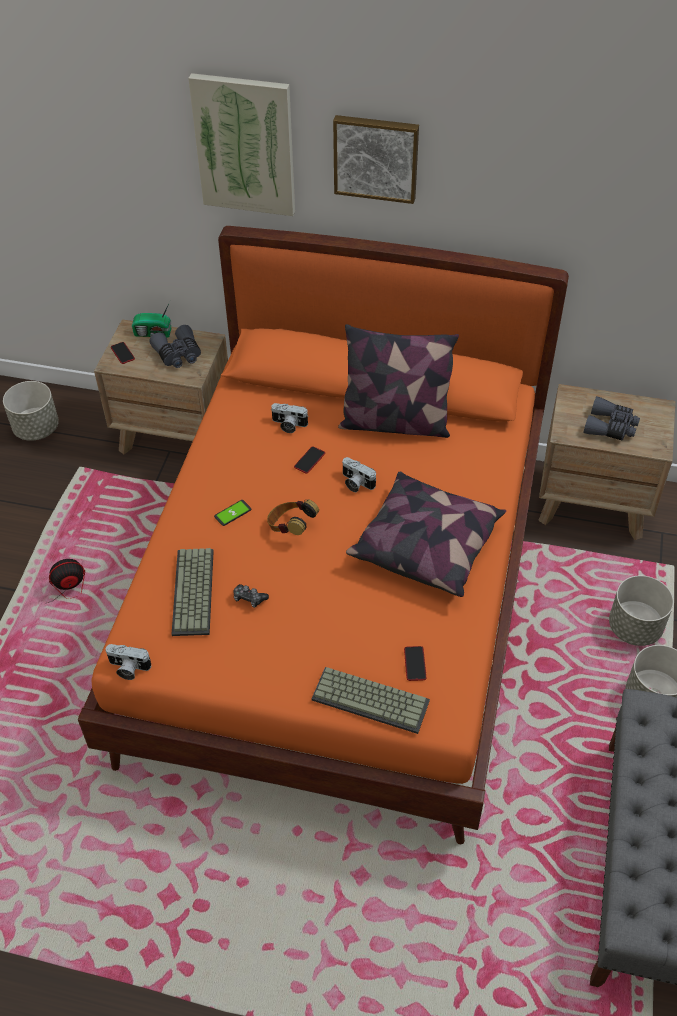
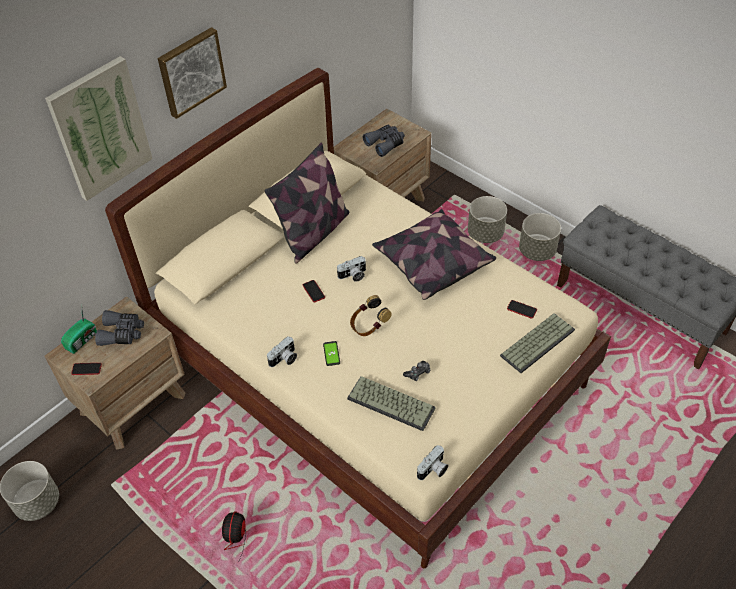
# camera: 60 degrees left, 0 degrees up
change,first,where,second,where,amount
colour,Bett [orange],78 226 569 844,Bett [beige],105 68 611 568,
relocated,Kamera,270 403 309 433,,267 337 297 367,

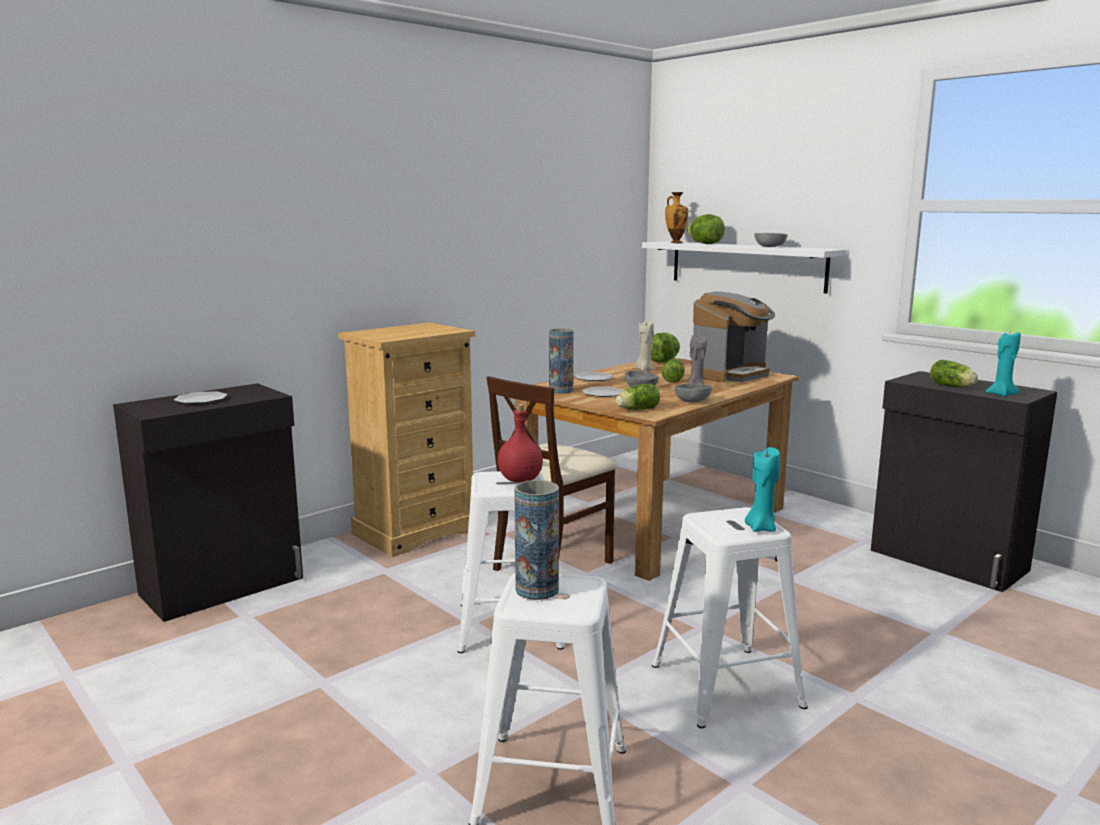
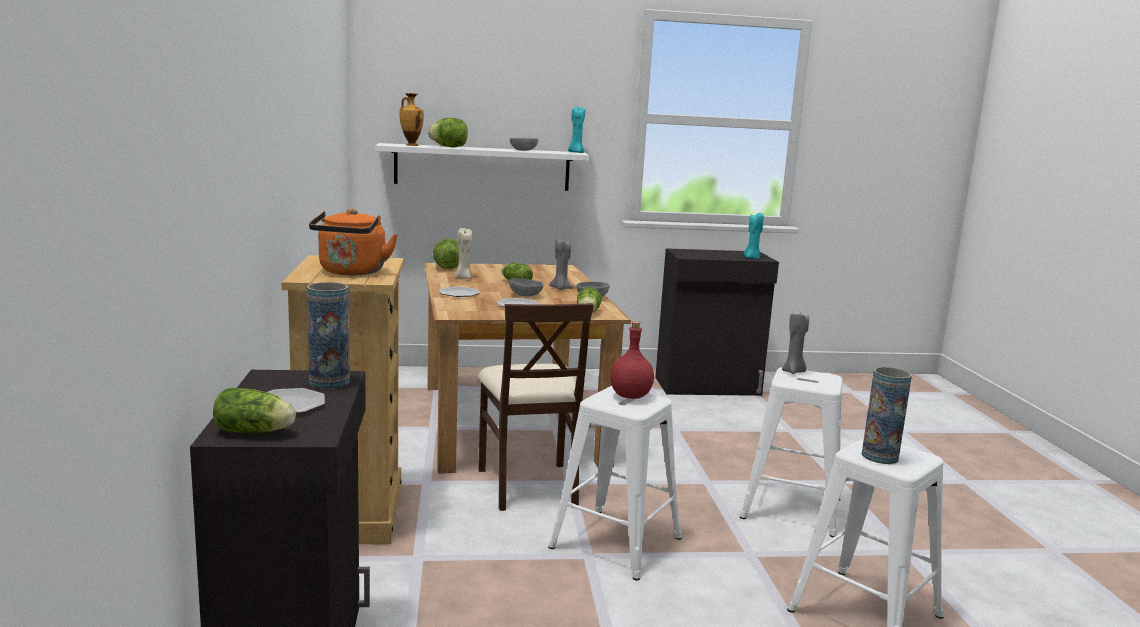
# camera: 55 degrees left, 0 degrees up
change,first,where,second,where,amount
relocated,Vase,549 329 573 394,,307 282 350 389,
missing,Kaffeemaschine,693 291 775 382,,,
relocated,Kerze [türkis],745 447 780 532,,568 107 585 153,
relocated,Salatkopf,930 360 978 387,,213 387 296 433,
appeared,,,Wasserkessel [orange],309 209 398 275,
appeared,,,Kerze [grau],782 311 809 374,

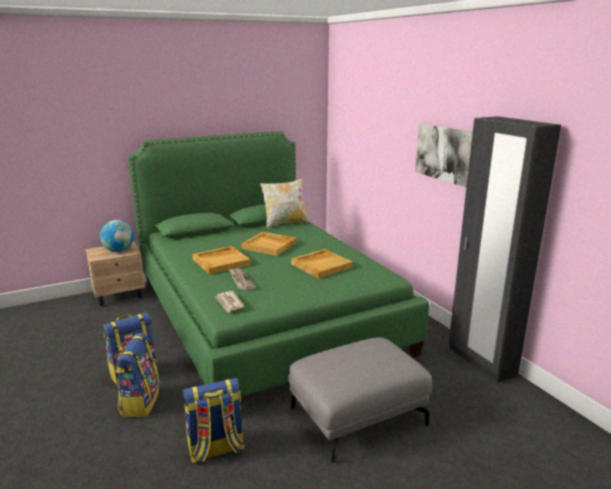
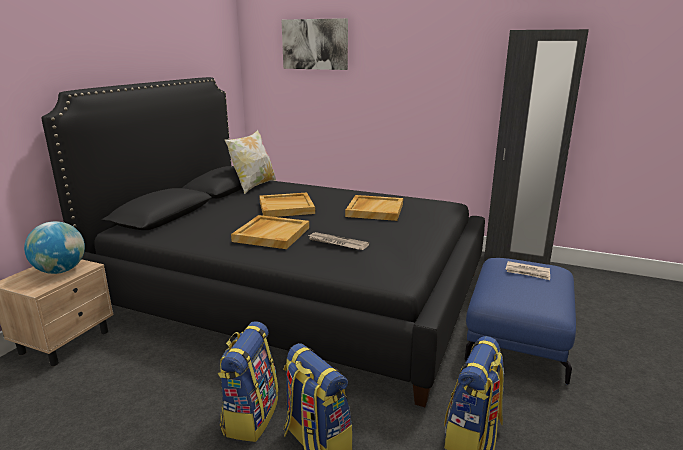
# camera: 40 degrees left, 0 degrees up
change,first,where,second,where,amount
colour,Bett [grün],128 131 429 397,Bett [schwarz],41 77 485 407,
relocated,Zeitung,216 291 244 313,,505 261 550 280,
colour,Polsterhocker [grau],288 337 432 463,Polsterhocker [blau],465 258 576 385,
relocated,Bild,415 123 473 187,,282 18 348 70,

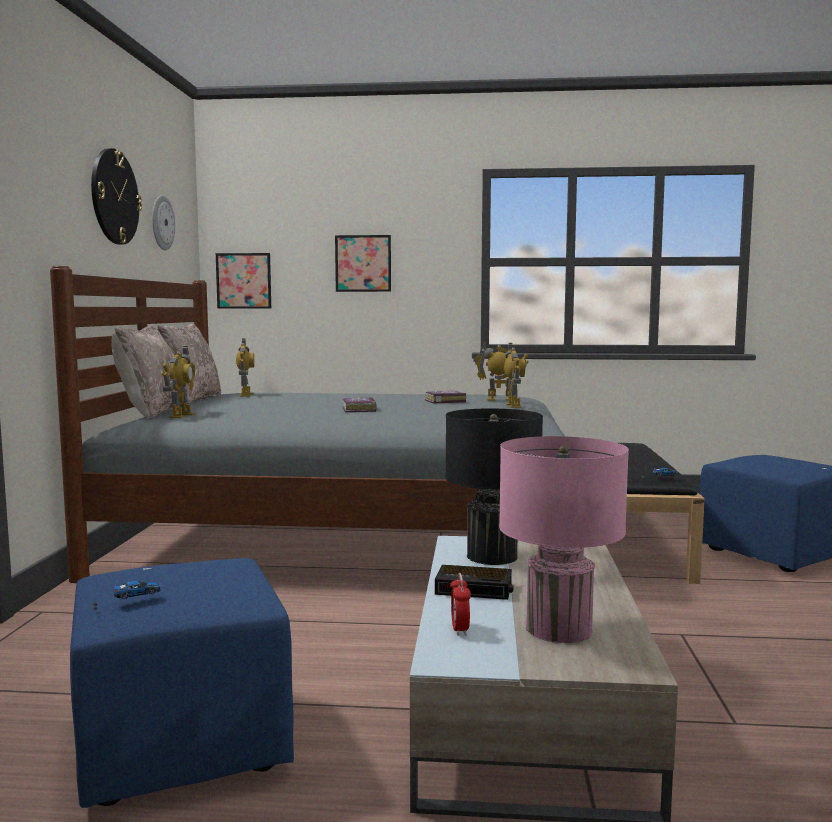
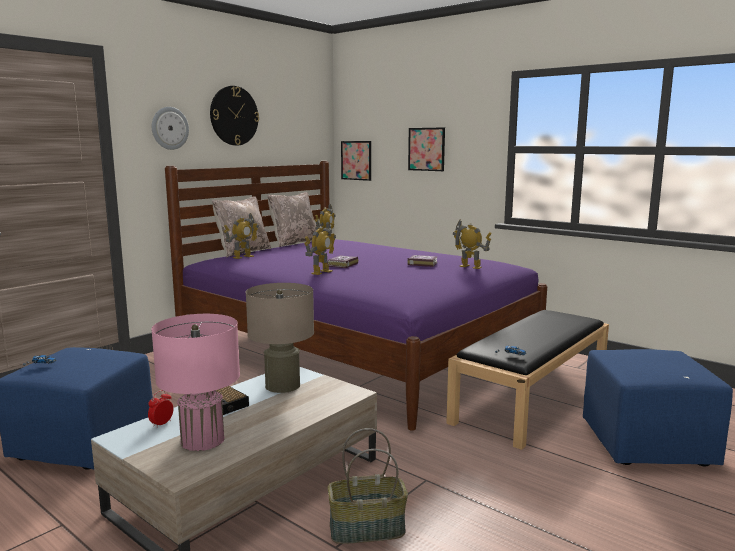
# camera: 35 degrees right, 5 degrees up
change,first,where,second,where,amount
colour,Bett [grau],50 266 565 583,Bett [lila],165 161 547 431,
relocated,Wanduhr,152 195 175 250,,152 107 189 150,
colour,Tischlampe [schwarz],445 409 543 565,Tischlampe [beige],246 283 314 393,
relocated,Spielzeugroboter,504 343 525 408,,304 222 336 275,
appeared,,,Korb,327 428 408 544,

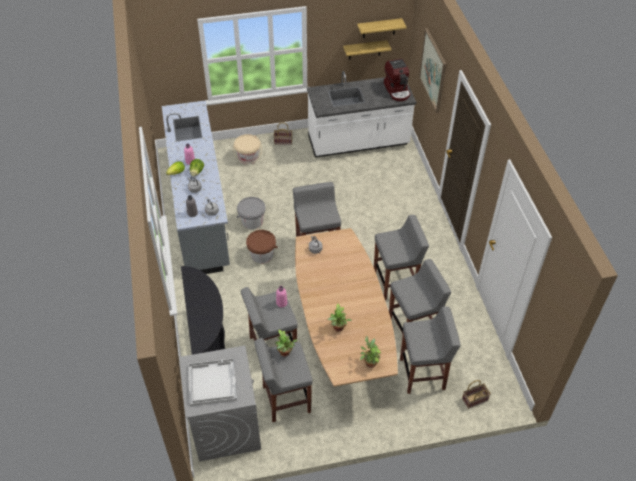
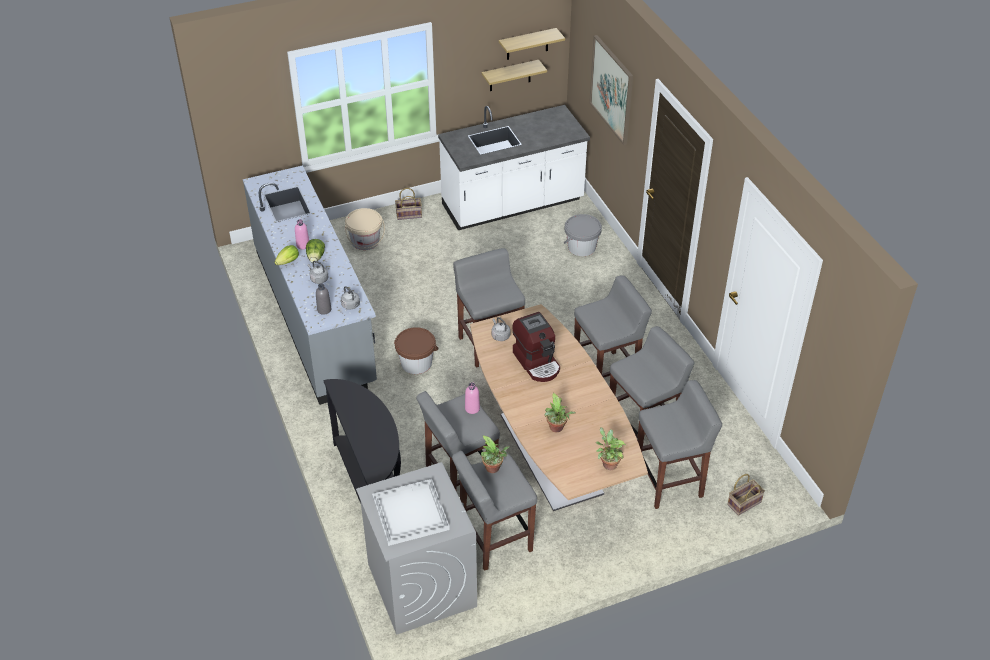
# camera: 10 degrees left, 5 degrees down
change,first,where,second,where,amount
relocated,Eimer [grau],237 197 266 229,,564 214 602 256,
relocated,Kaffeemaschine,384 58 411 101,,512 312 560 382,

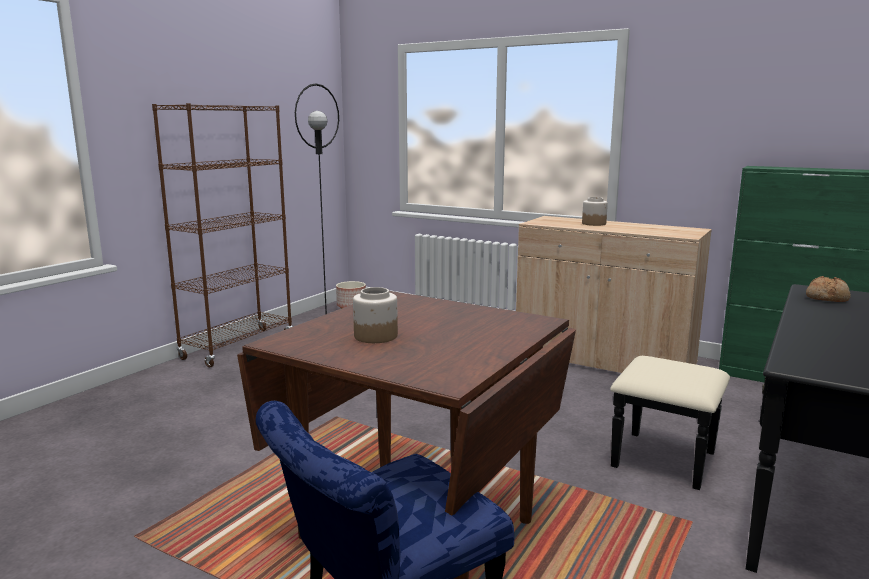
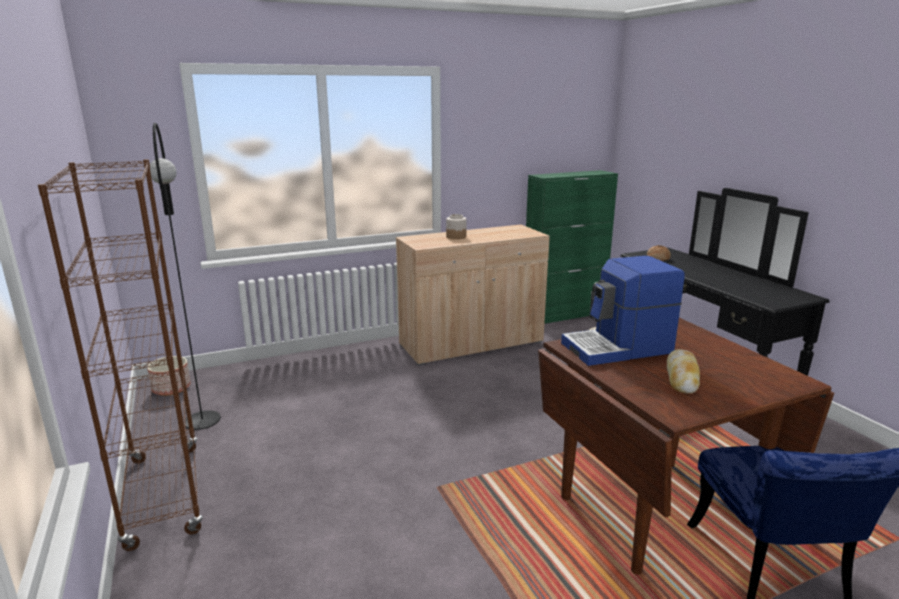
# camera: 55 degrees left, 5 degrees up
change,first,where,second,where,amount
exchanged,Vorratsglas,353 287 398 343,Brot,667 349 700 394,
appeared,,,Kaffeemaschine,561 256 684 366,

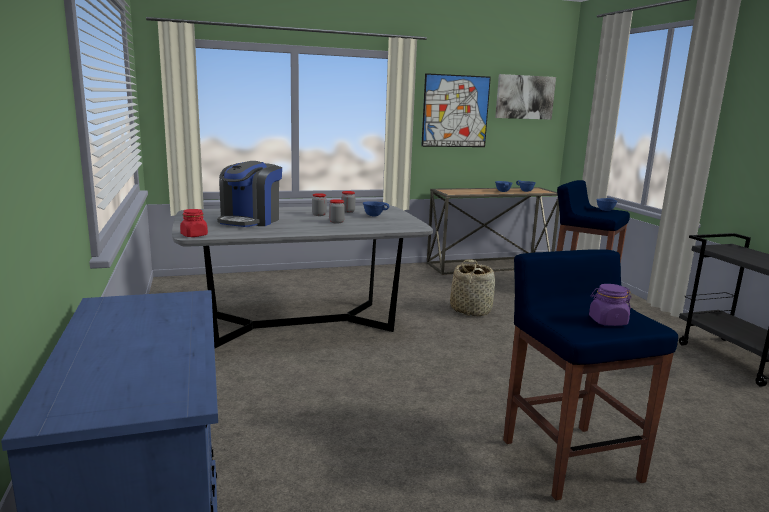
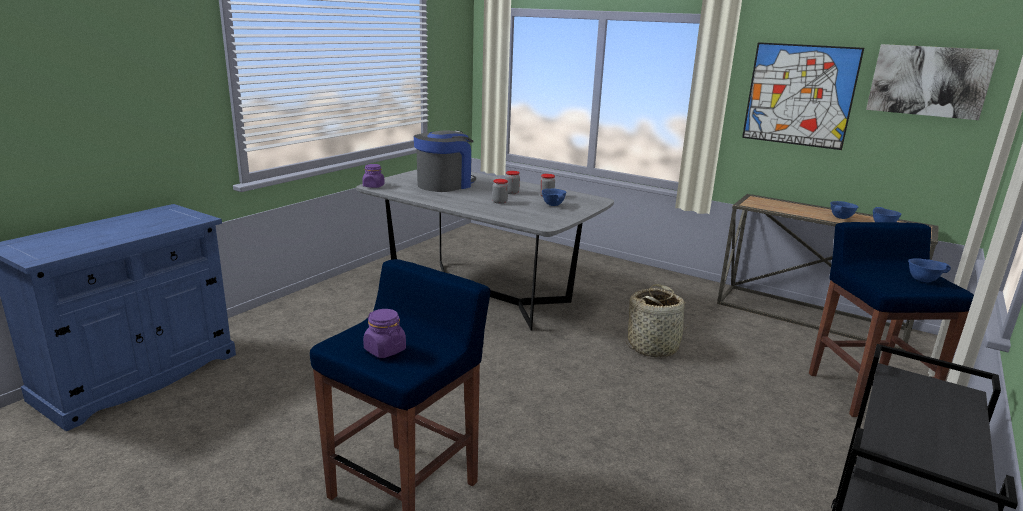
# camera: 50 degrees right, 5 degrees up
change,first,where,second,where,amount
colour,Vorratsglas [rot],180 209 208 237,Vorratsglas [lila],362 164 385 188,
spun,Kaffeemaschine,217 161 282 227,,414 130 476 192,150 degrees clockwise

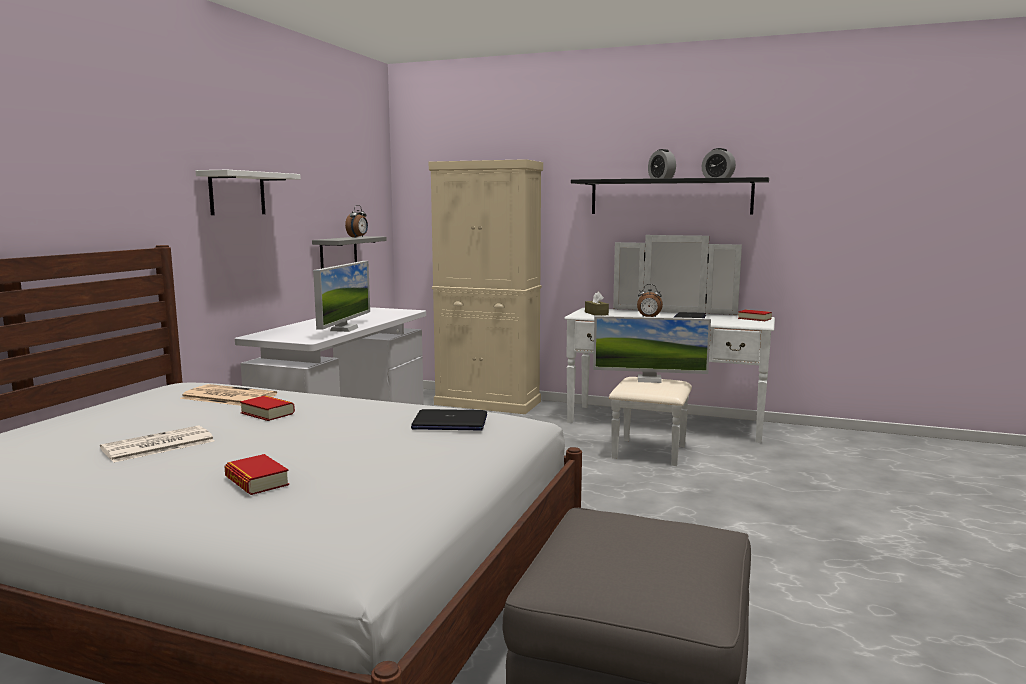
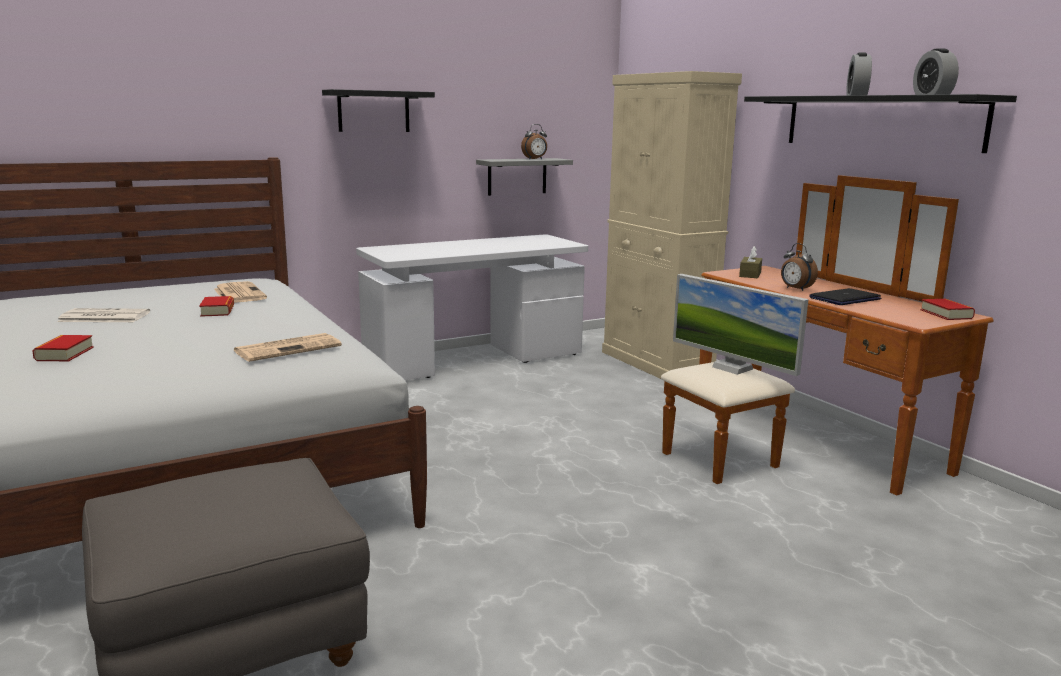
# camera: 40 degrees right, 5 degrees up
change,first,where,second,where,amount
colour,Wandregal [weiß],196 170 301 215,Wandregal [schwarz],322 89 435 132,
missing,Monitor,313 261 370 332,,,
exchanged,Laptop,411 409 487 430,Zeitung,234 333 342 362,
colour,Kommode [weiß],564 235 775 466,Kommode [braun],661 175 993 496,

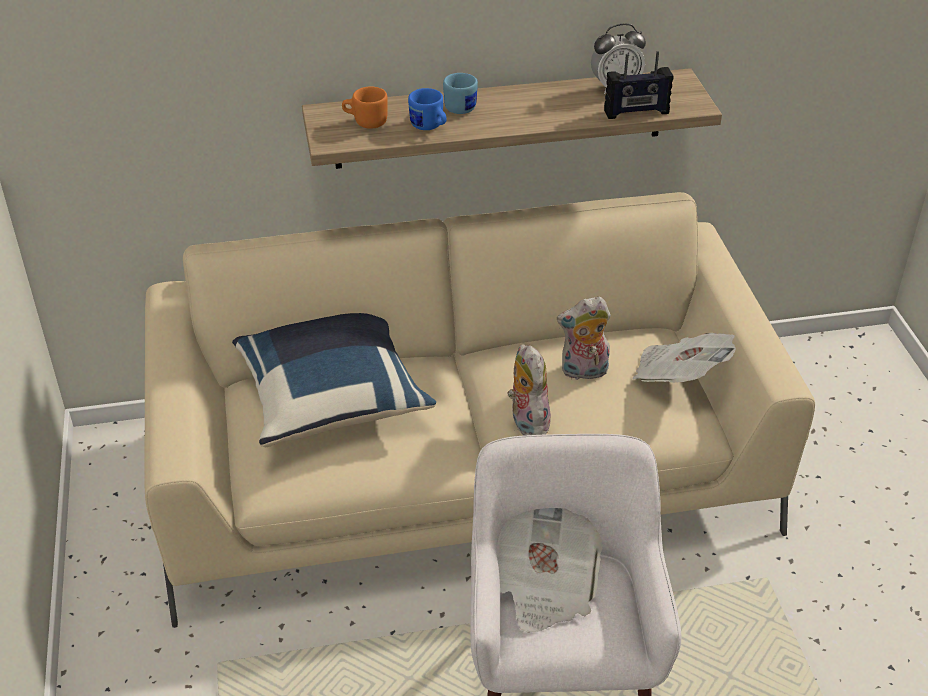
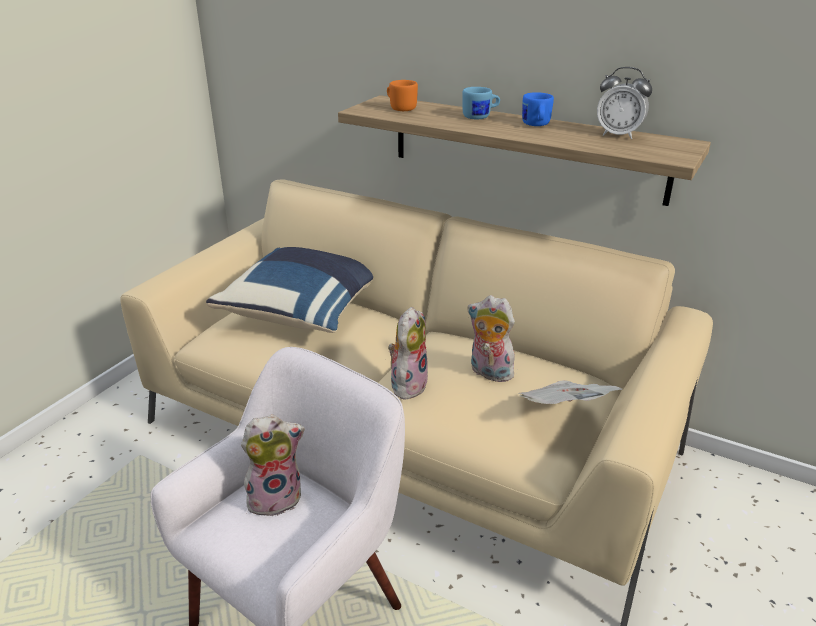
# camera: 40 degrees right, 10 degrees down
change,first,where,second,where,amount
relocated,Henkelbecher [blau],408 88 447 130,,522 92 554 126,
exchanged,Zeitung,496 508 603 633,Plüschtier,241 415 305 516,
missing,Radio,604 51 673 119,,,

